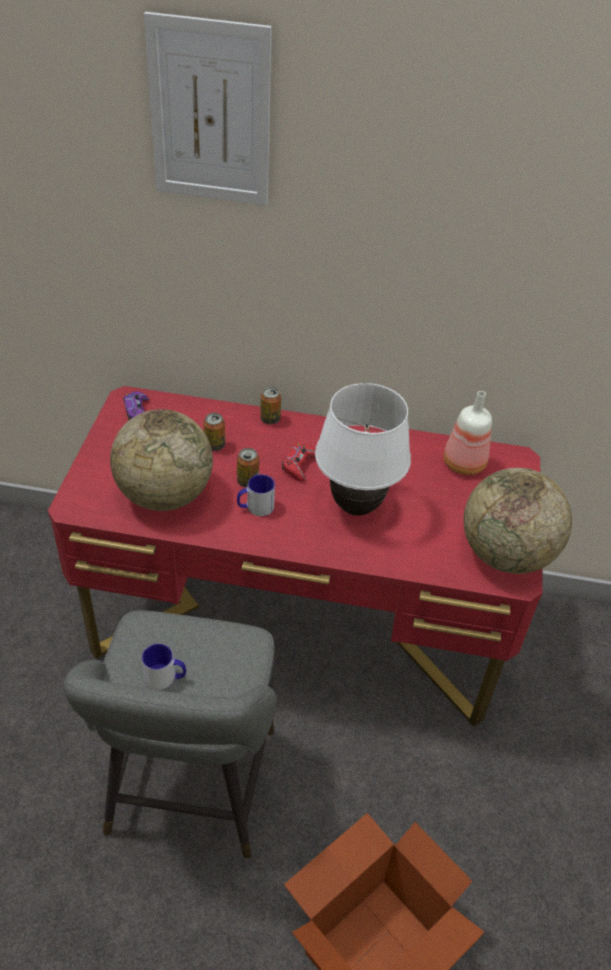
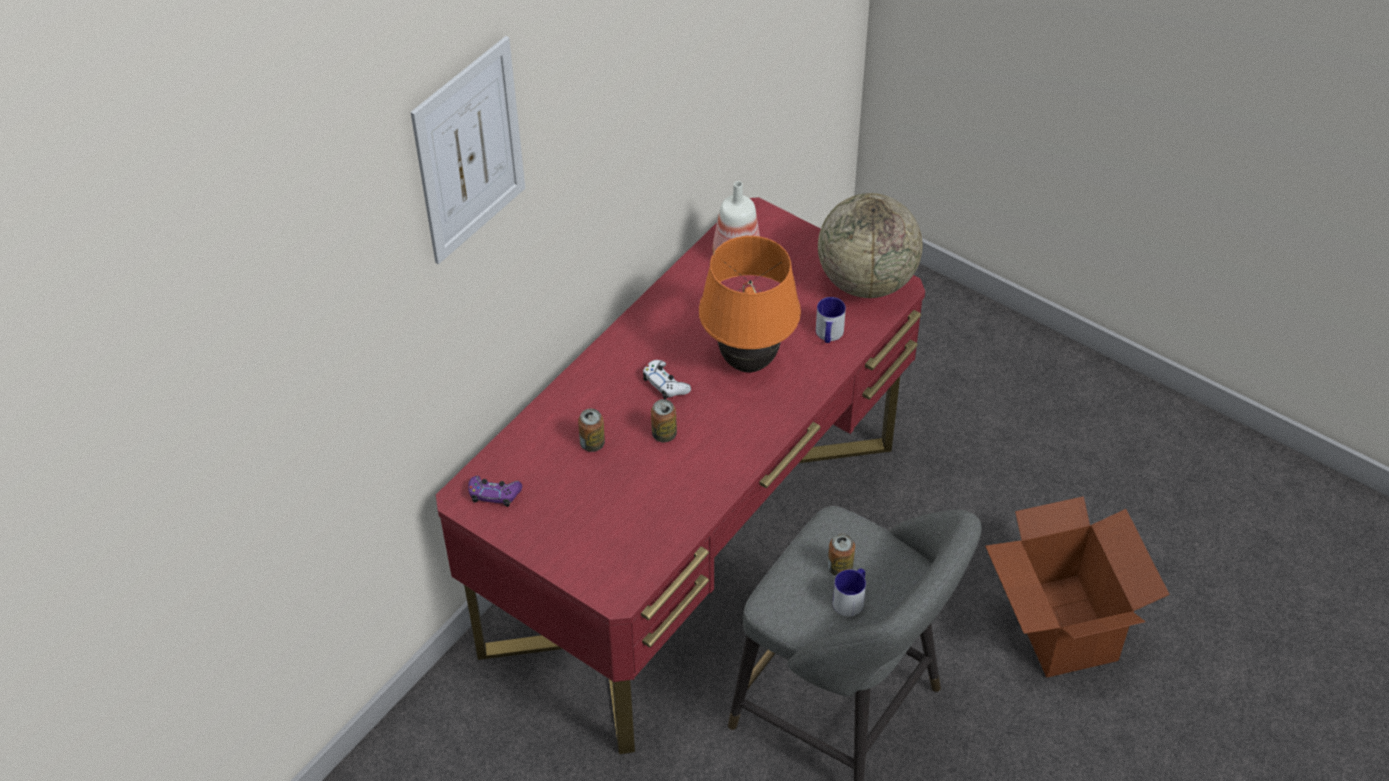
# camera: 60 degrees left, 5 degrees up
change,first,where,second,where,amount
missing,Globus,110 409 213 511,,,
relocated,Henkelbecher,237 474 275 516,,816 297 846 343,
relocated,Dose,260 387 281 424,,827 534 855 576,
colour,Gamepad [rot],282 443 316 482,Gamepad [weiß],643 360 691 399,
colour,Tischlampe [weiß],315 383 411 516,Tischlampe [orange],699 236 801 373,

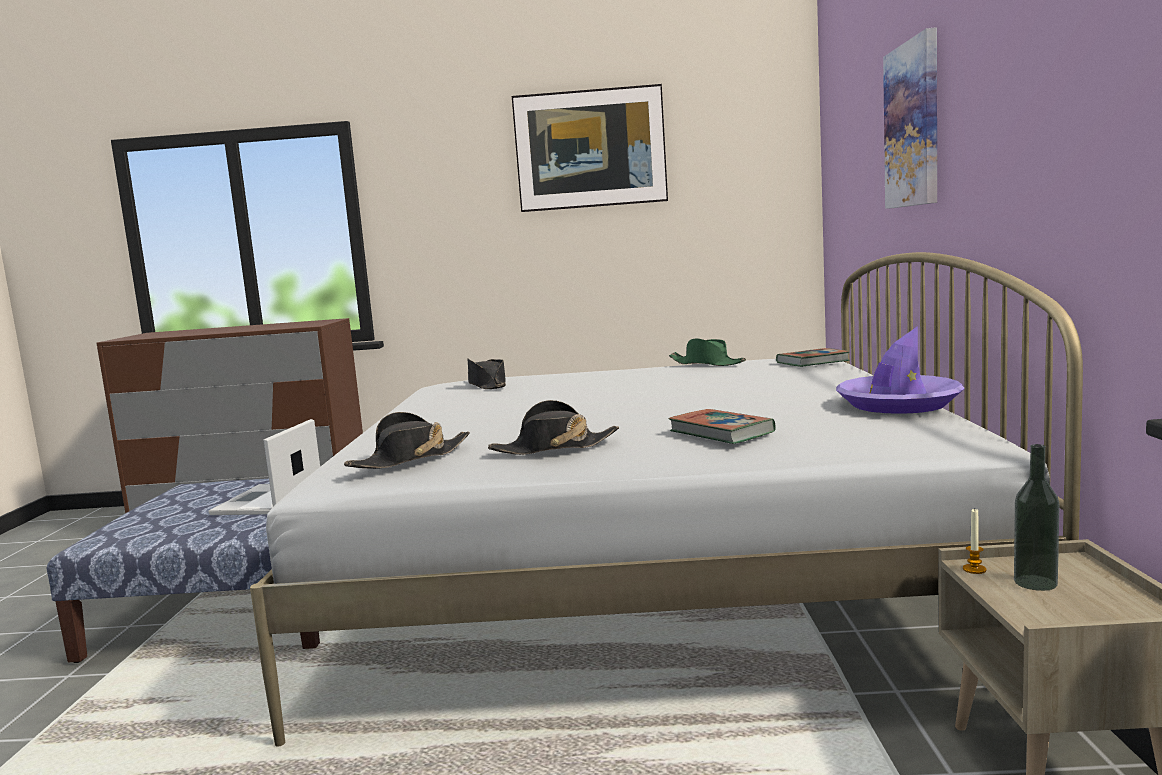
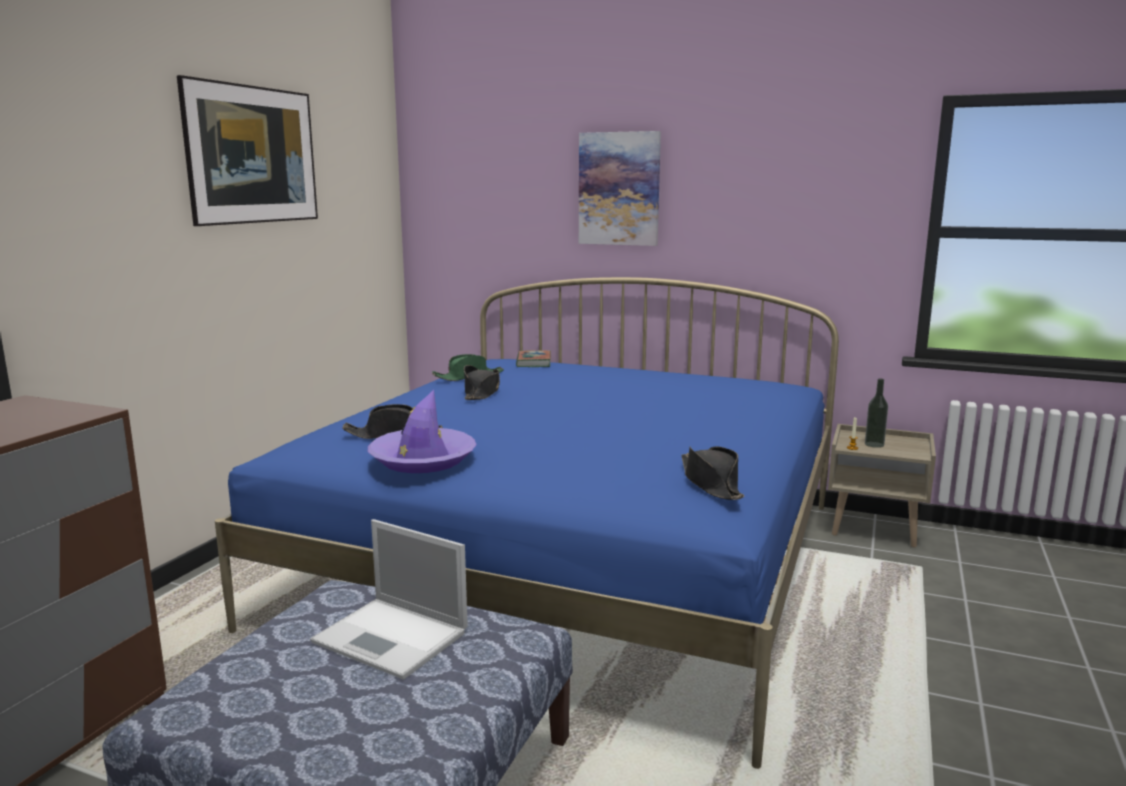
# camera: 70 degrees left, 5 degrees up
change,first,where,second,where,amount
colour,Bett [weiß],250 252 1083 747,Bett [blau],215 277 839 769,
relocated,Hut [schwarz],488 400 619 455,,464 365 500 400,
missing,Buch,669 409 775 444,,,
relocated,Hut [lila],836 326 965 414,,368 390 477 473,

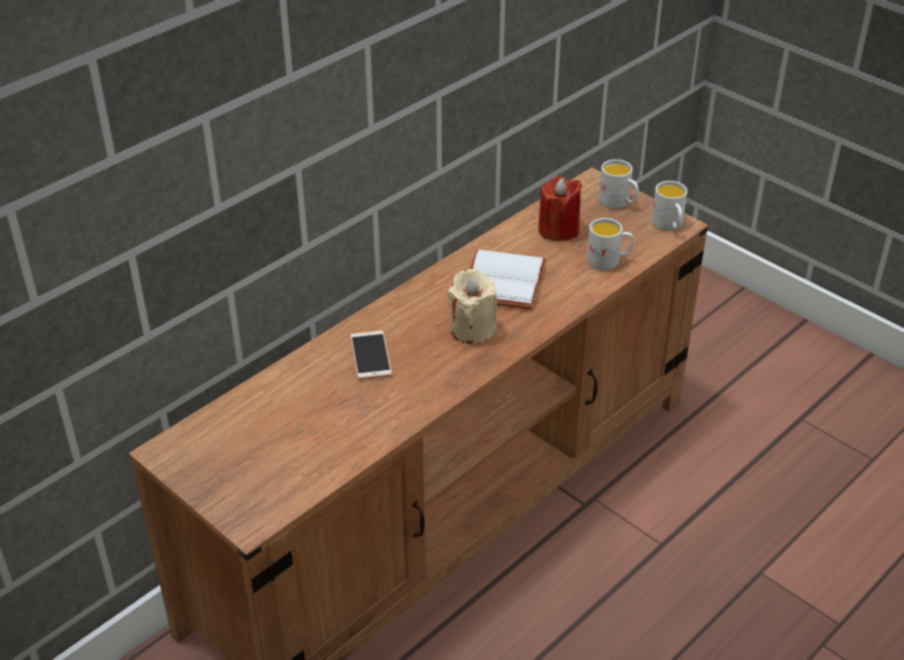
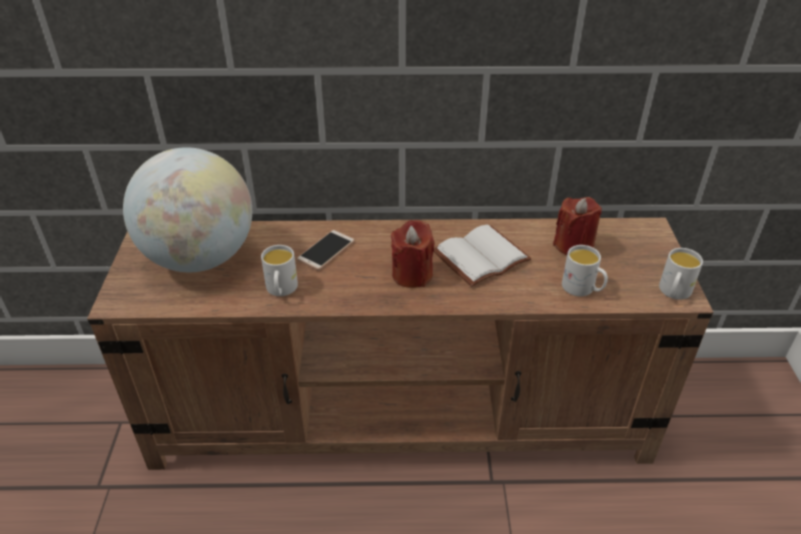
# camera: 45 degrees right, 0 degrees up
change,first,where,second,where,amount
colour,Kerze [beige],447 269 497 344,Kerze [rot],391 220 435 288,
relocated,Henkelbecher [weiß],599 159 639 209,,261 245 298 296,
appeared,,,Globus,123 147 252 272,

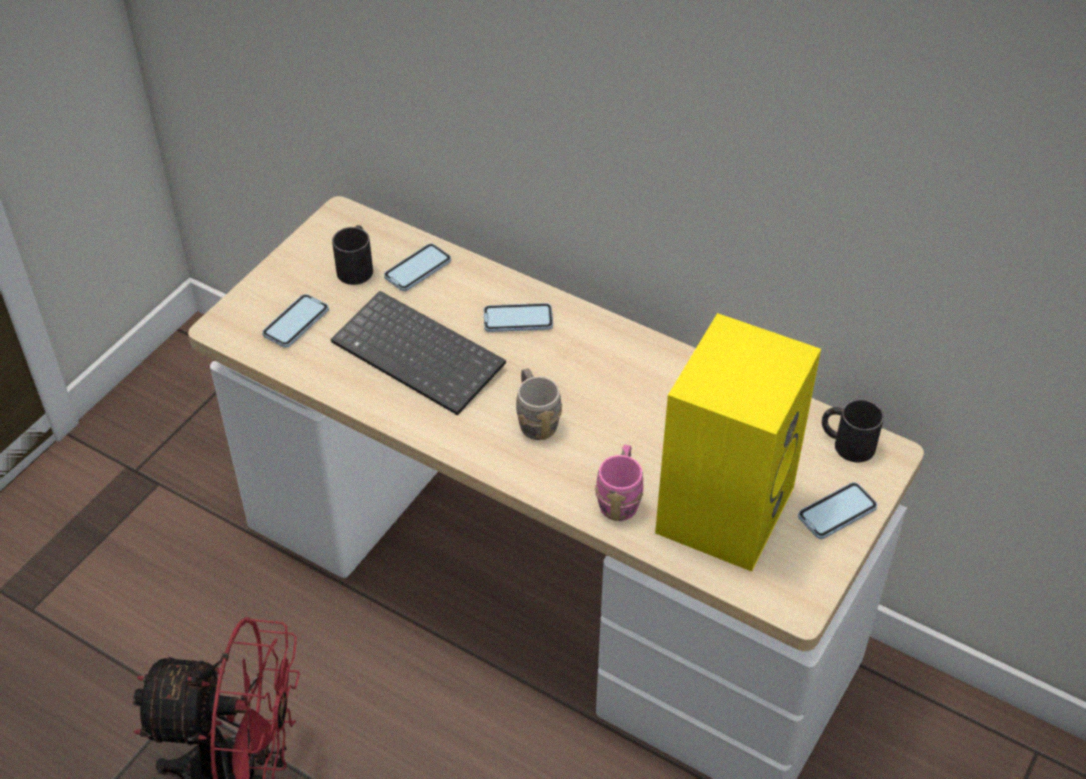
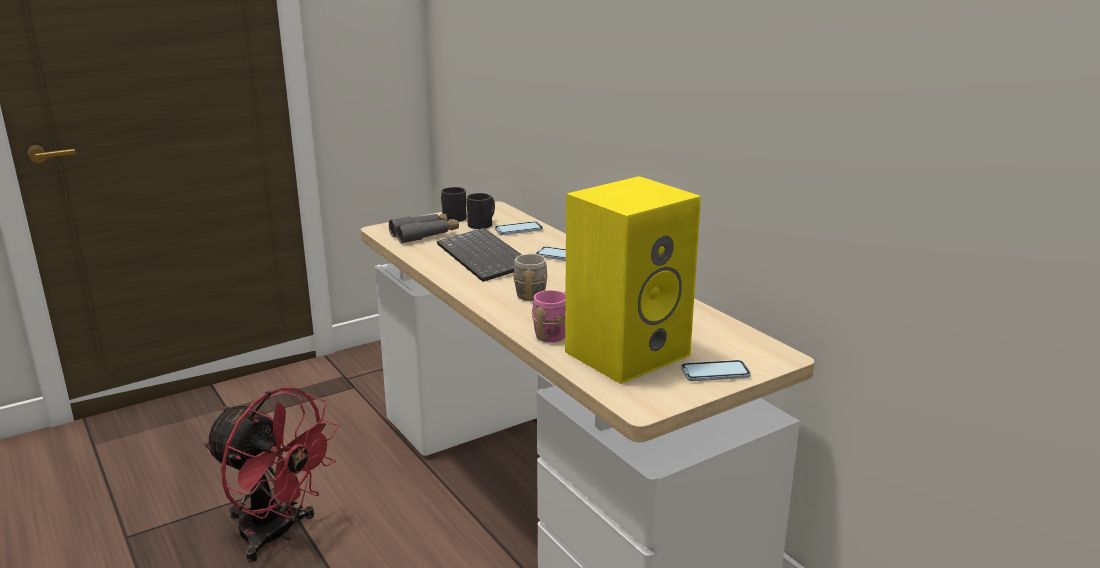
# camera: 25 degrees right, 25 degrees down
change,first,where,second,where,amount
exchanged,Handy,262 294 329 348,Fernglas [grau],389 214 459 244,
relocated,Henkelbecher [schwarz],822 399 884 463,,441 187 467 222,

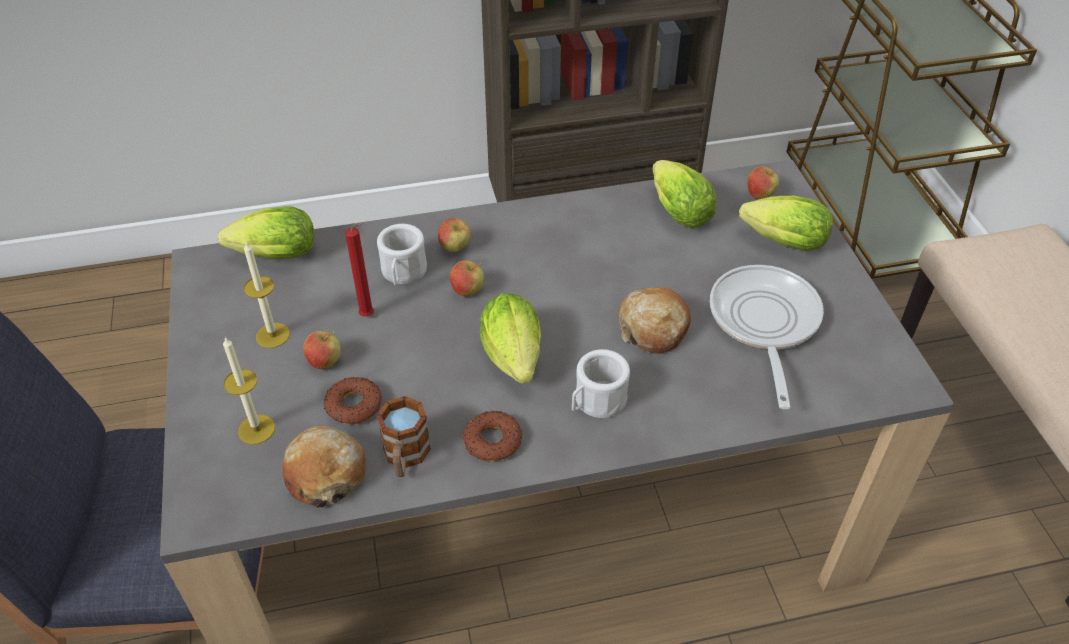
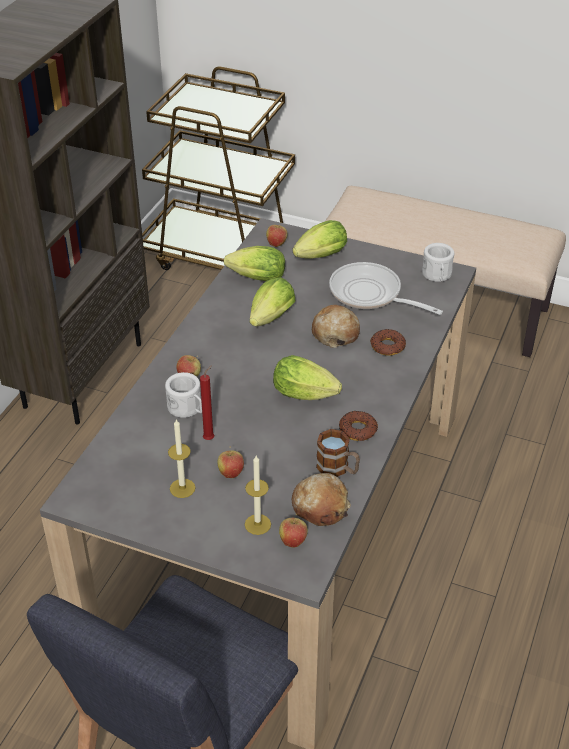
# camera: 55 degrees left, 5 degrees down
change,first,where,second,where,amount
relocated,Salatkopf,218 207 314 259,,250 277 295 327,
relocated,Donut,324 377 382 424,,370 329 406 356,
relocated,Apfel,450 260 484 296,,279 514 308 548,
relocated,Henkelbecher [weiß],572 349 630 418,,422 243 454 282,

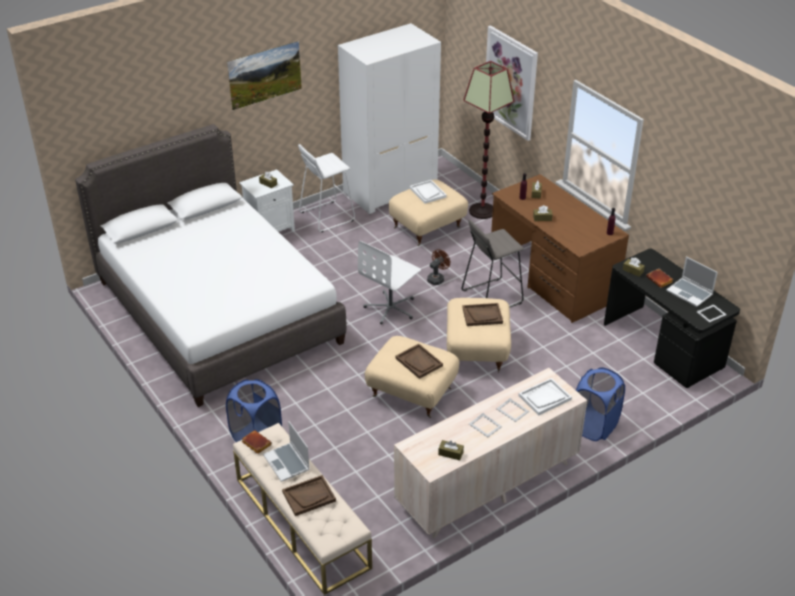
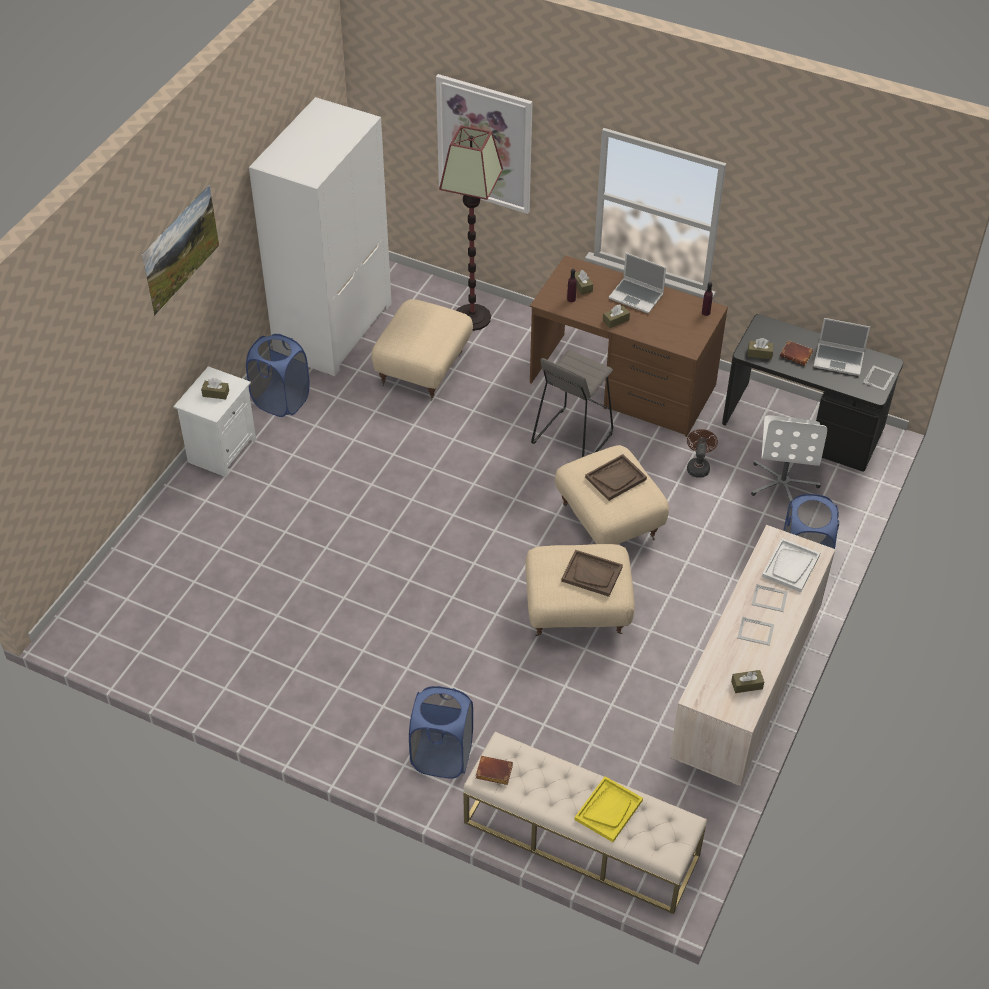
# camera: 30 degrees left, 10 degrees up
change,first,where,second,where,amount
missing,Bett [weiß],75 124 346 407,,,
relocated,Laptop,263 421 310 482,,609 253 666 314,
colour,Tablett [braun],282 475 336 516,Tablett [gelb],575 776 643 842,
exchanged,Hocker [weiß],298 144 355 232,Wäschekorb [blau],246 334 310 417,
relocated,Bürostuhl [weiß],358 241 421 324,,751 415 827 501,
missing,Tablett [weiß],410 180 447 204,,,
relocated,Ventilator [braun],427 249 450 285,,687 429 718 478,

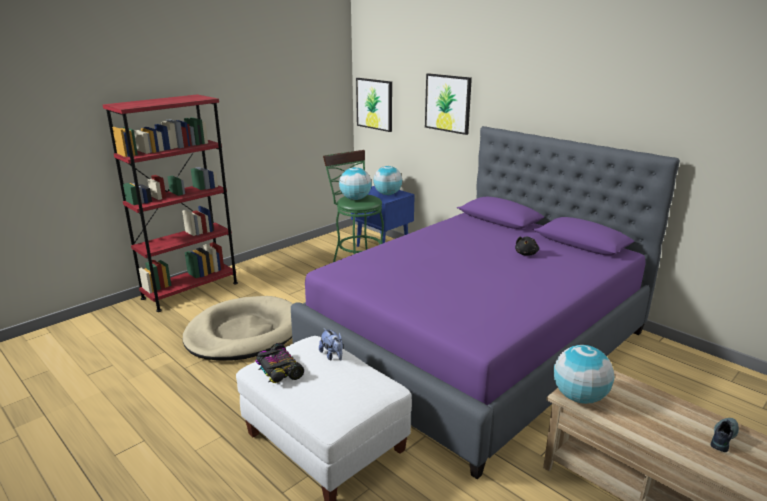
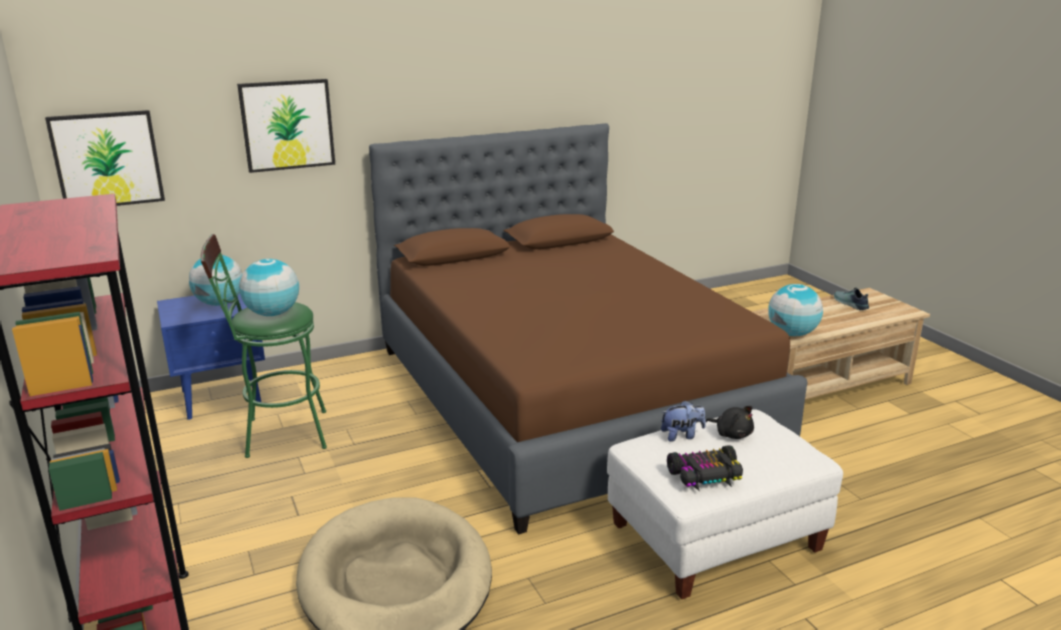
# camera: 70 degrees left, 0 degrees up
change,first,where,second,where,amount
colour,Bett [lila],291 126 680 479,Bett [braun],369 123 808 535,
relocated,Plüschtier [schwarz],515 236 539 256,,706 406 754 439,

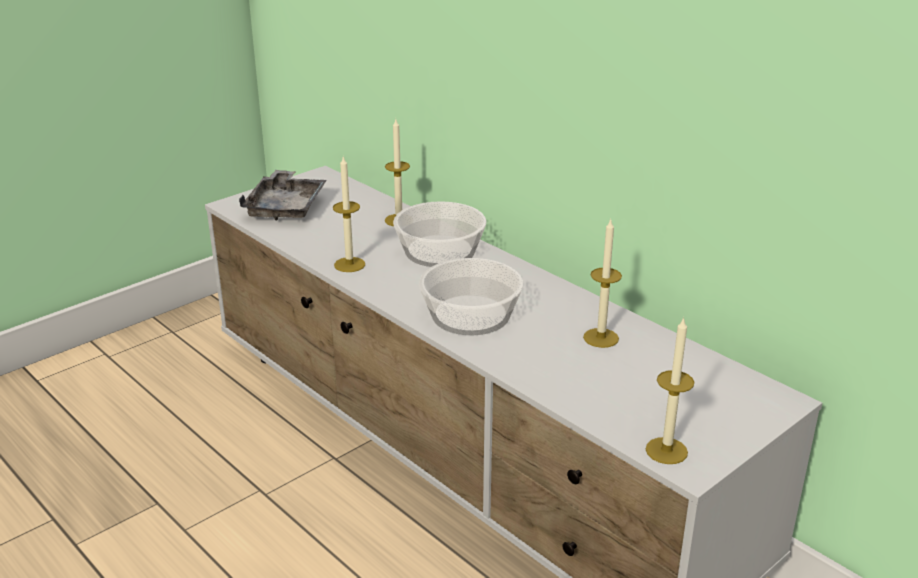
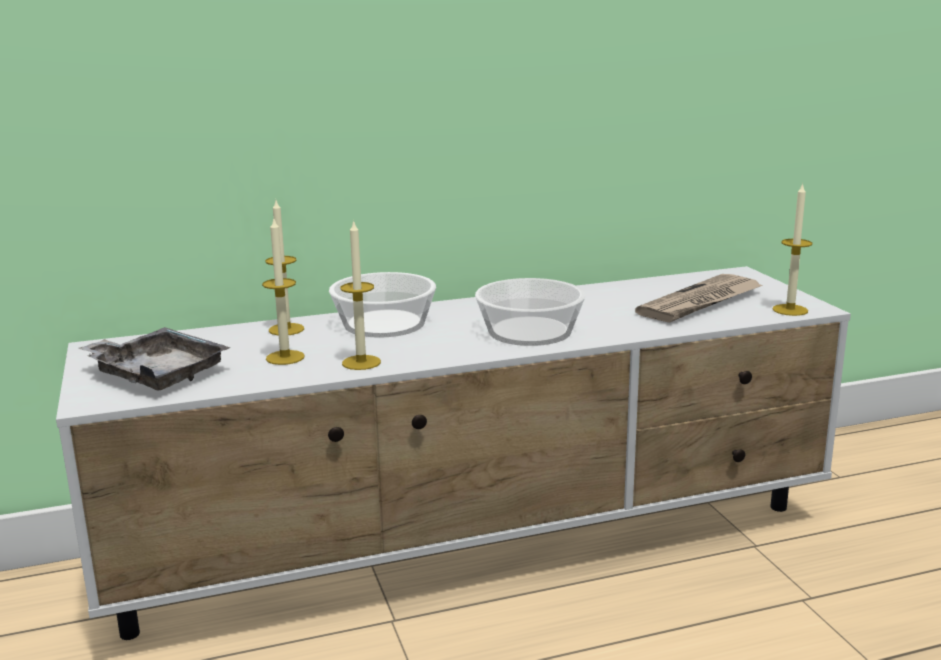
# camera: 65 degrees left, 10 degrees down
change,first,where,second,where,amount
relocated,Kerze,583 219 622 348,,262 219 305 365,
appeared,,,Zeitung,635 274 763 323,

